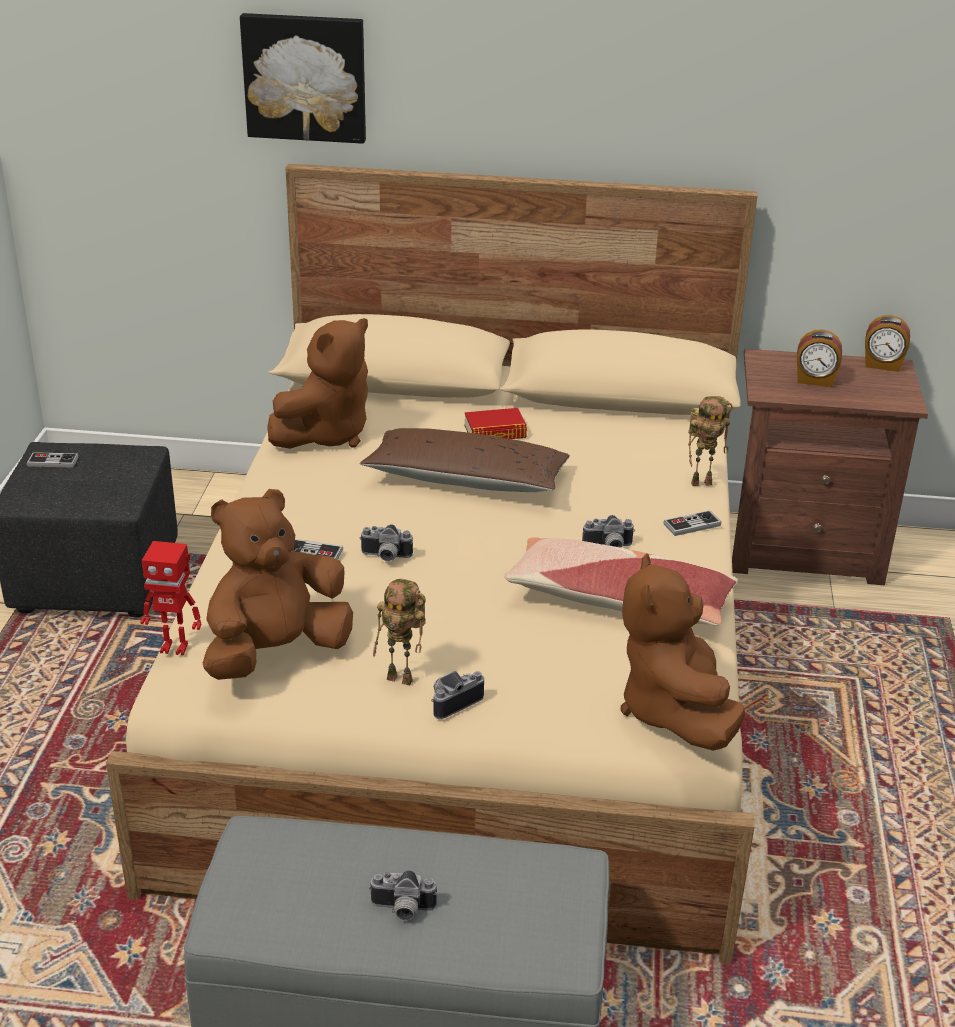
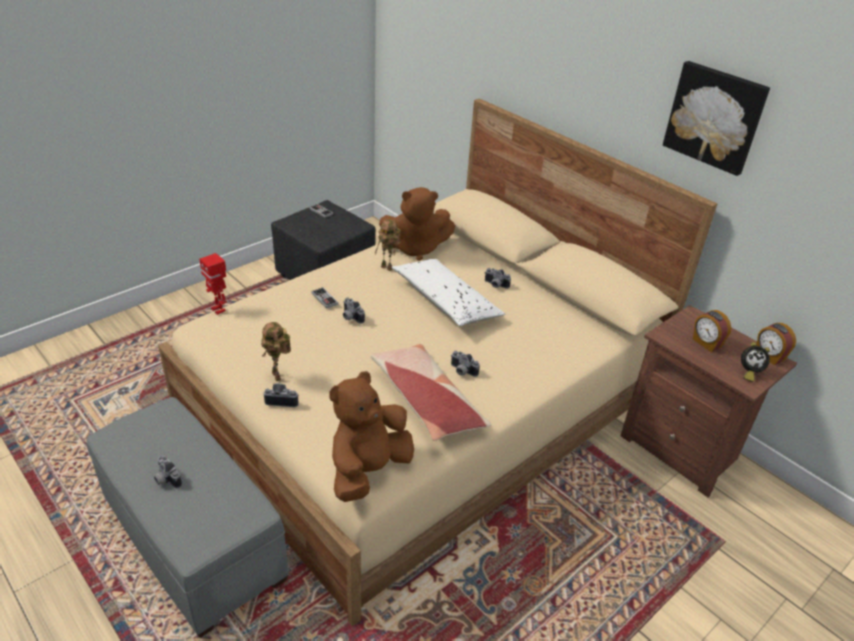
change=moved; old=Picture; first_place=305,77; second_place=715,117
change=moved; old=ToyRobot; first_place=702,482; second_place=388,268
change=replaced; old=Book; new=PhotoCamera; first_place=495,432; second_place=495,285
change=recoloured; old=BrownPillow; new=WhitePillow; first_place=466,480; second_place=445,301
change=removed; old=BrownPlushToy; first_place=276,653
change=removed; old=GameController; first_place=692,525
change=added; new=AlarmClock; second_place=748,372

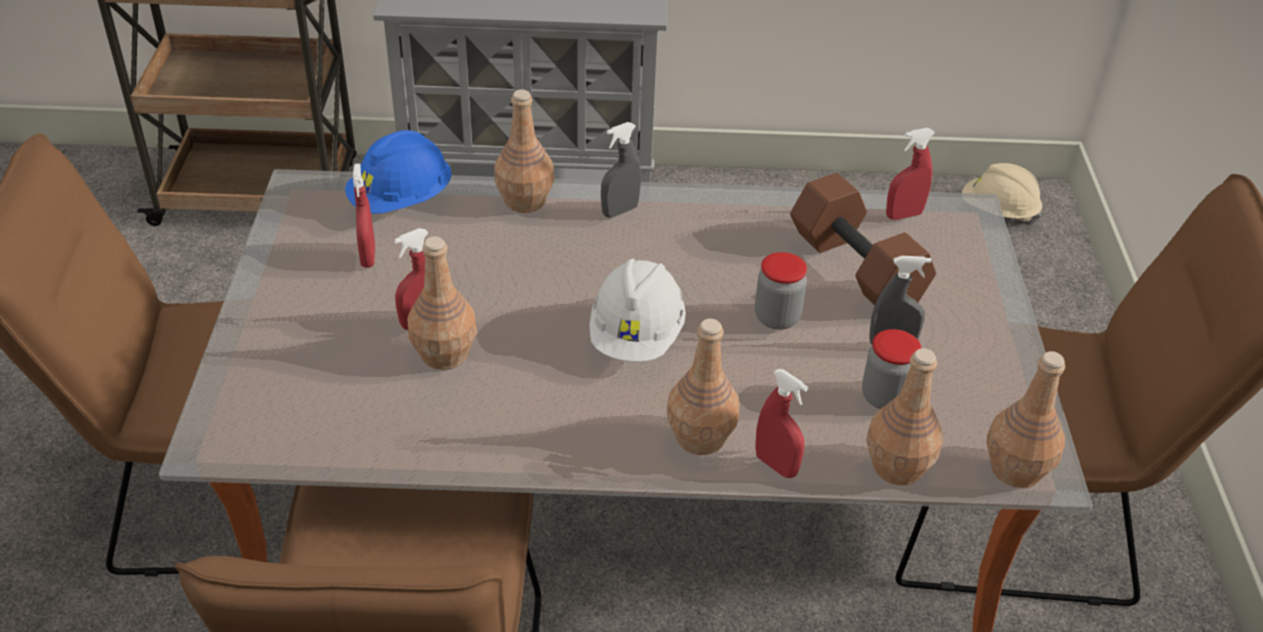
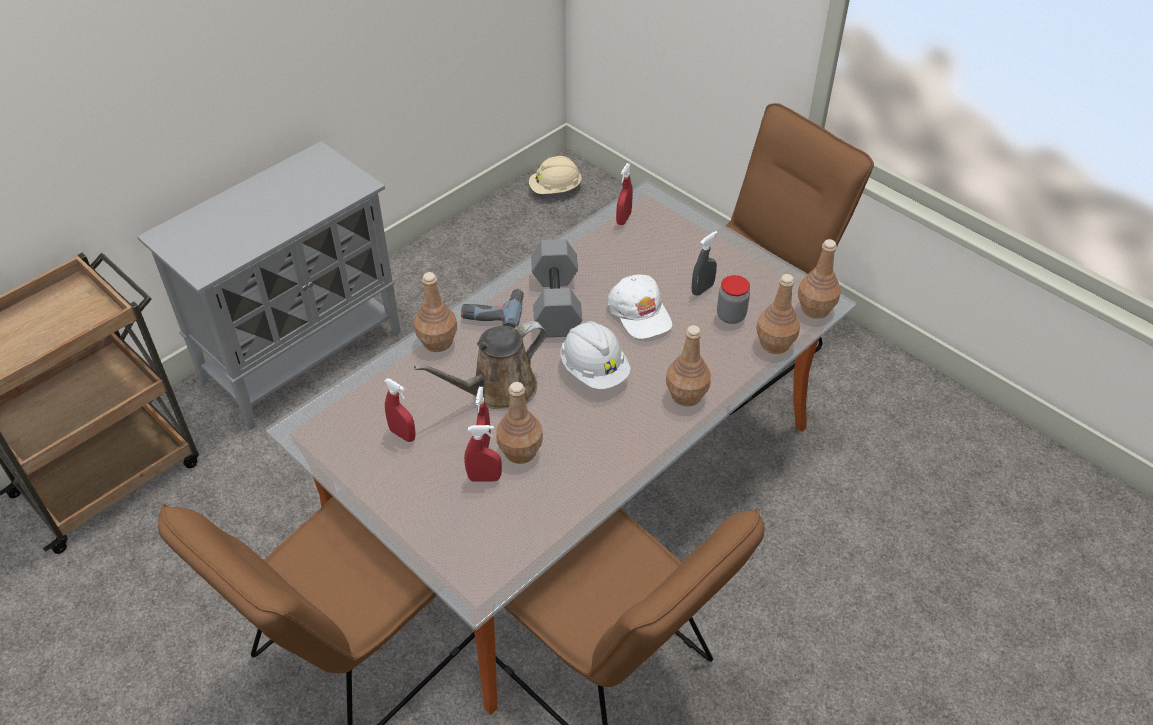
change=replaced; old=GreySprayBottle; new=PowerDrill; first_place=620,211; second_place=493,312
change=removed; old=BlueHardHat; first_place=401,200
change=removed; old=BrownDumbbell; first_place=859,268
change=replaced; old=Jar; new=WhiteCap; first_place=777,318; second_place=640,312
change=moved; old=RedSprayBottle; first_place=776,465; second_place=484,478
change=added; new=GreyDumbbell; second_place=557,304
change=added; new=BrownWateringCan; second_place=498,390

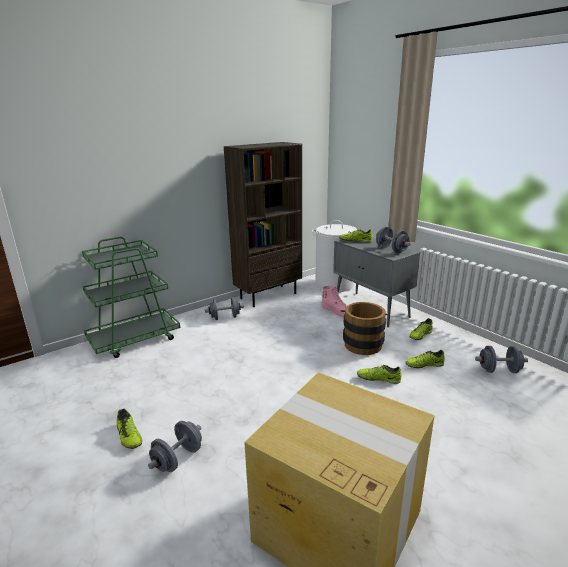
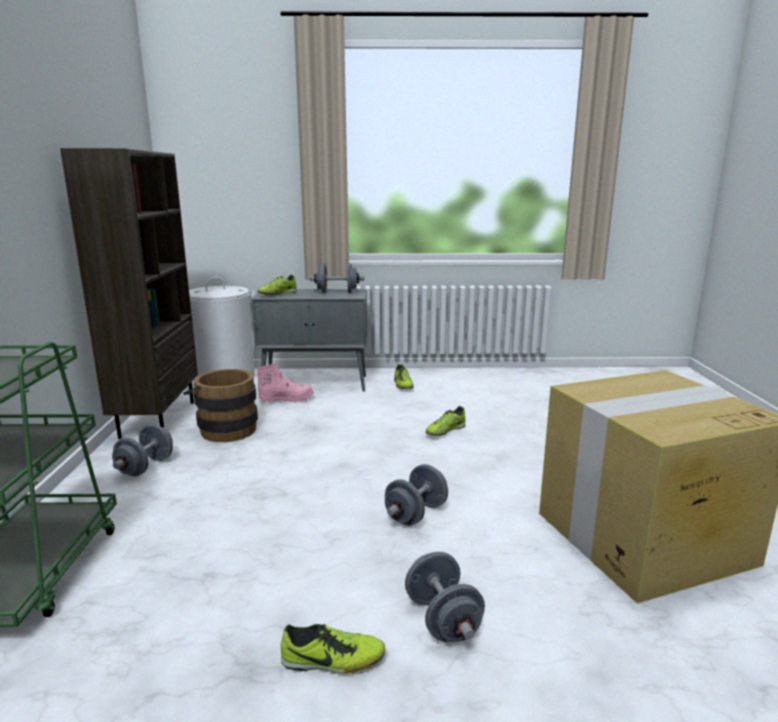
change=moved; old=BrownBucket; first_place=362,343; second_place=225,429
change=moved; old=GreyDumbbell; first_place=499,370; second_place=416,514
change=removed; old=Shoe; first_place=424,365

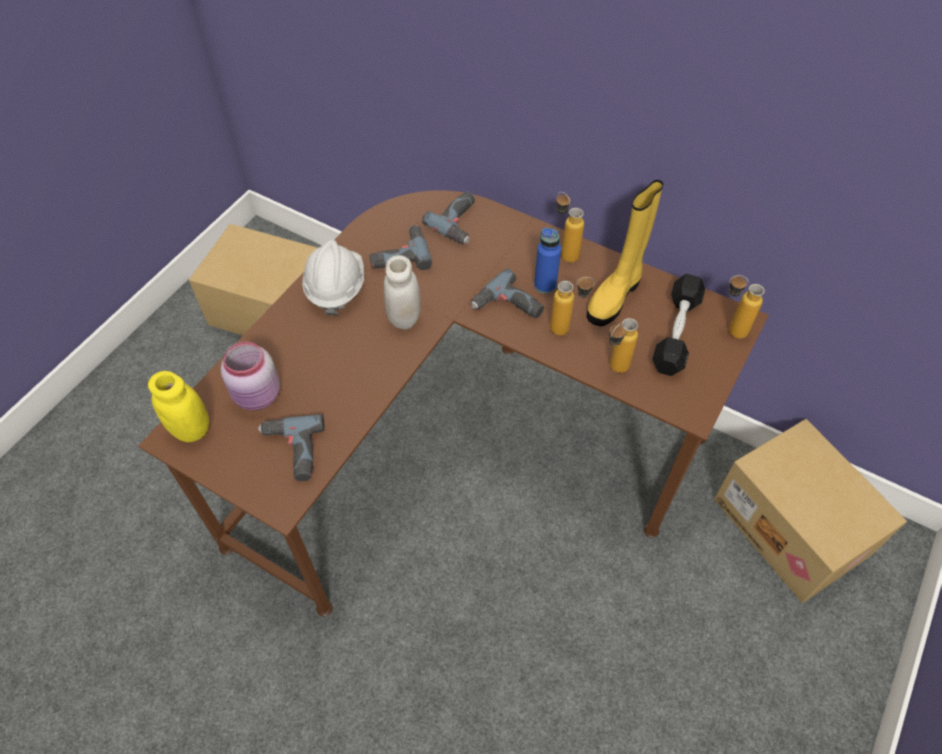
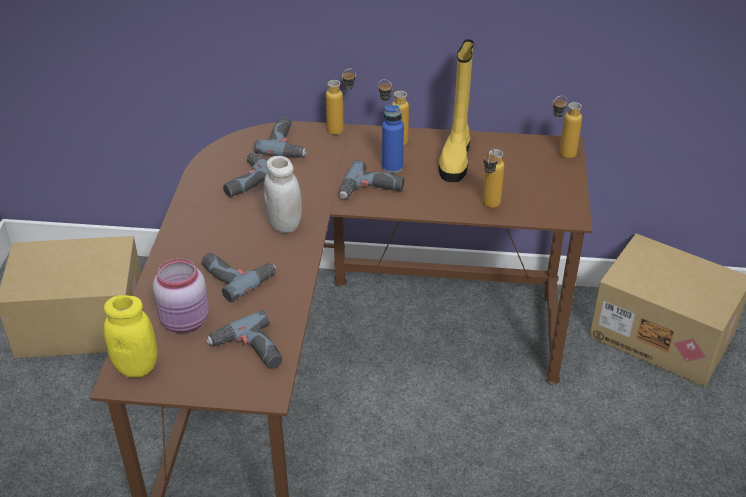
change=removed; old=WhiteHardHat; first_place=335,288
change=removed; old=BlackDumbbell; first_place=676,332
change=moved; old=Bottle; first_place=567,329; second_place=341,129
change=added; new=PowerDrill; second_place=237,275

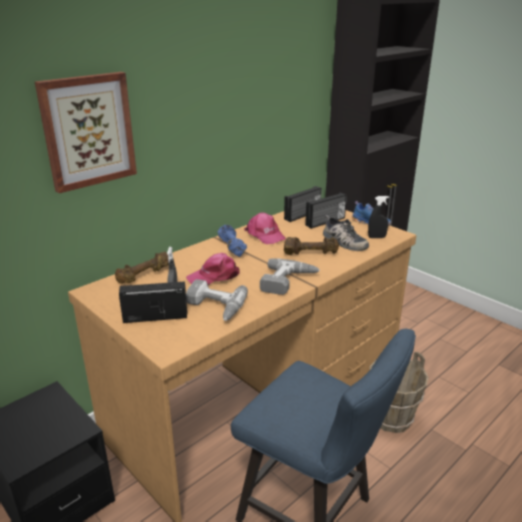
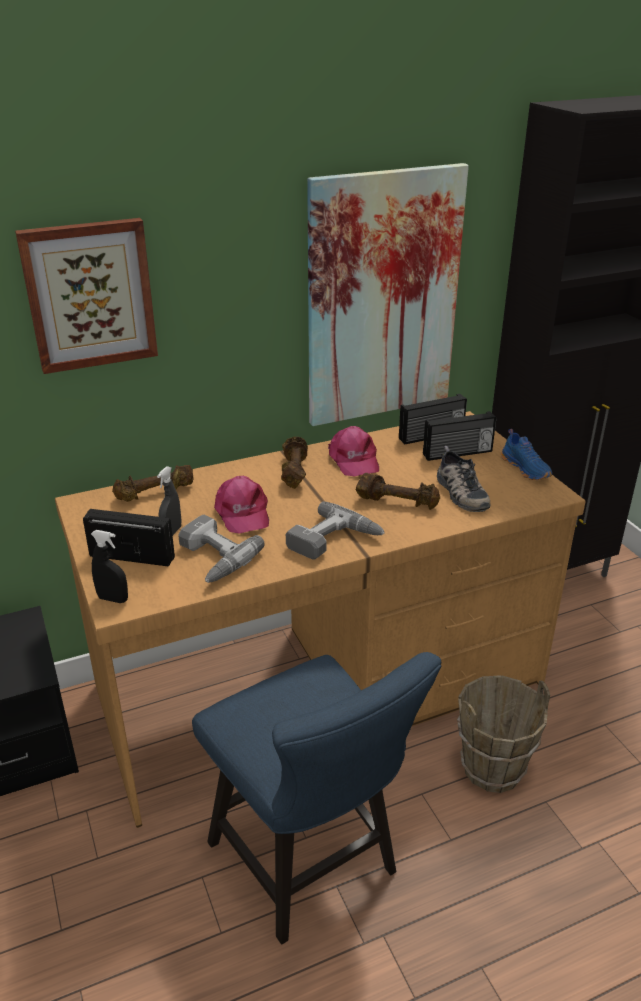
change=moved; old=BlackSprayBottle; first_place=376,237; second_place=113,599
change=recoloured; old=BlueDumbbell; new=BrownDumbbell; first_place=231,247; second_place=294,472
change=turned; old=PinkCap; first_place=214,276; second_place=242,513; degrees=-105
change=added; new=Picture; second_place=382,298

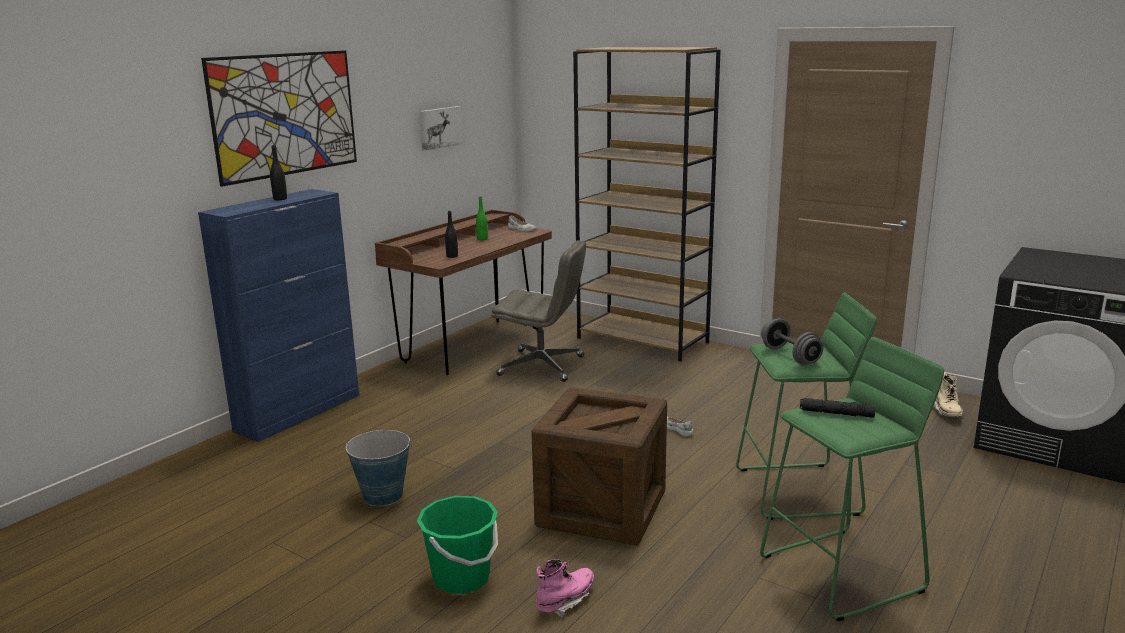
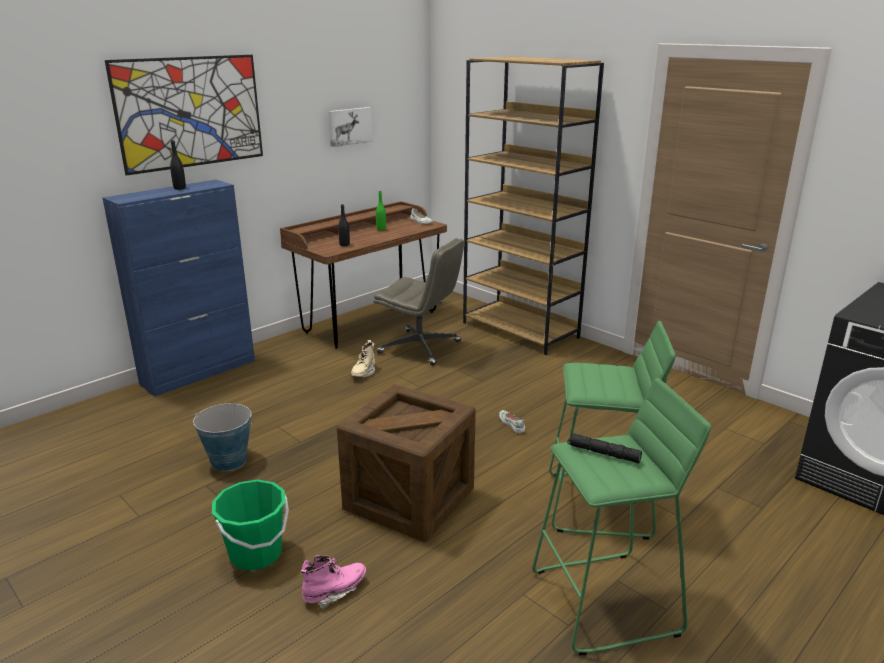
change=removed; old=GreyDumbbell; first_place=790,356
change=moved; old=BeigeBoot; first_place=947,413; second_place=363,373

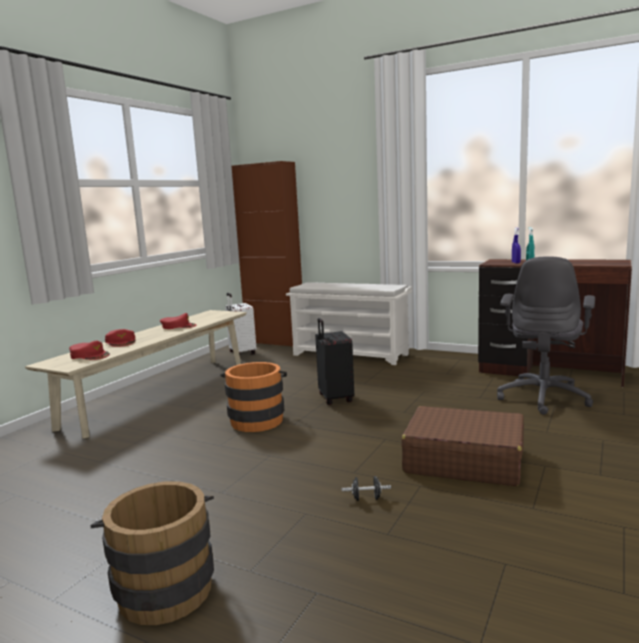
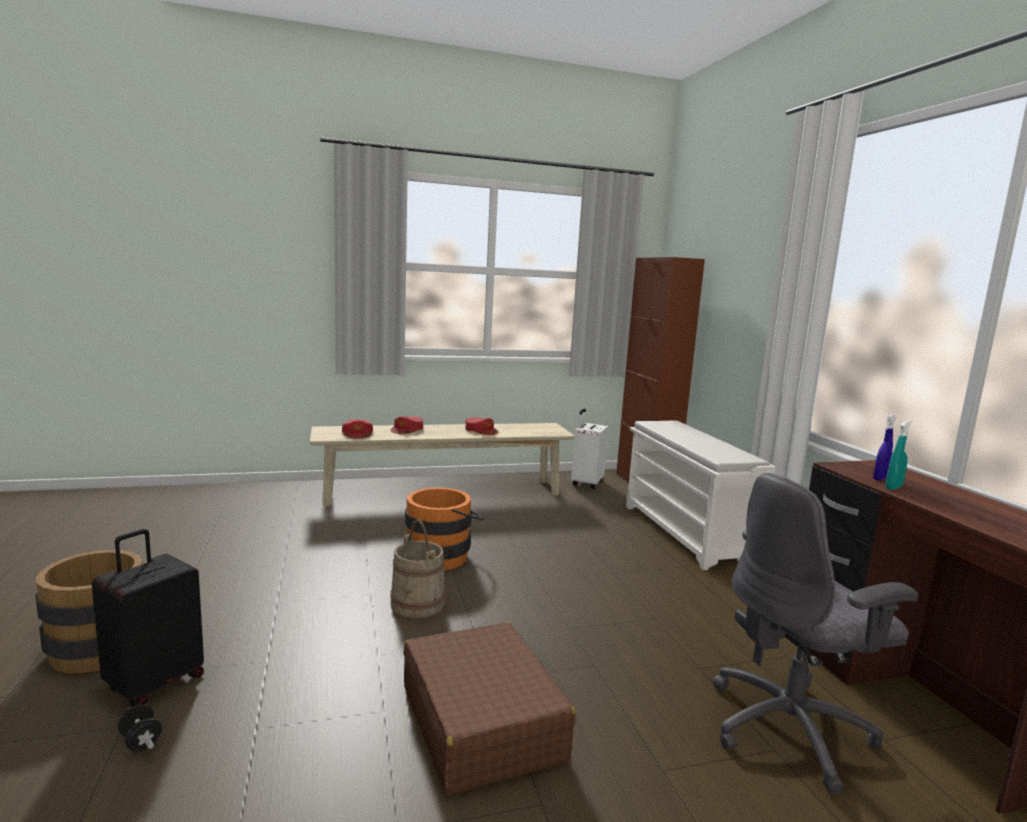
change=moved; old=BlackSuitcase; first_place=334,399; second_place=155,683
change=moved; old=BlackDumbbell; first_place=366,498; second_place=140,741
change=added; new=BeigeBucket; second_place=418,603

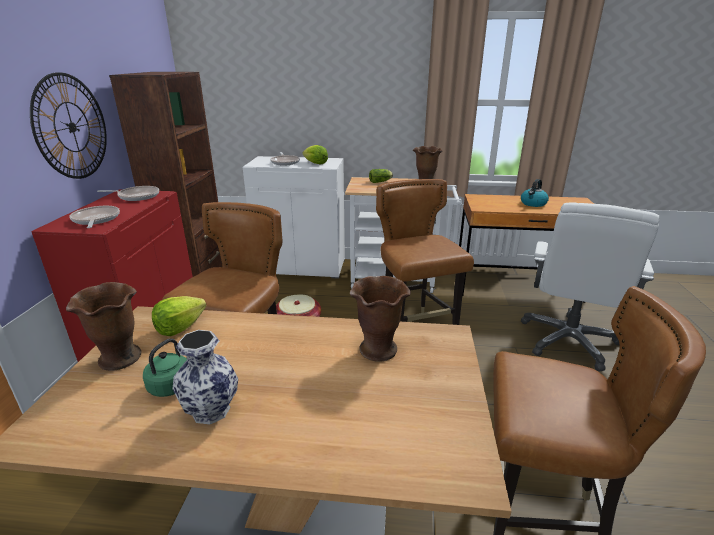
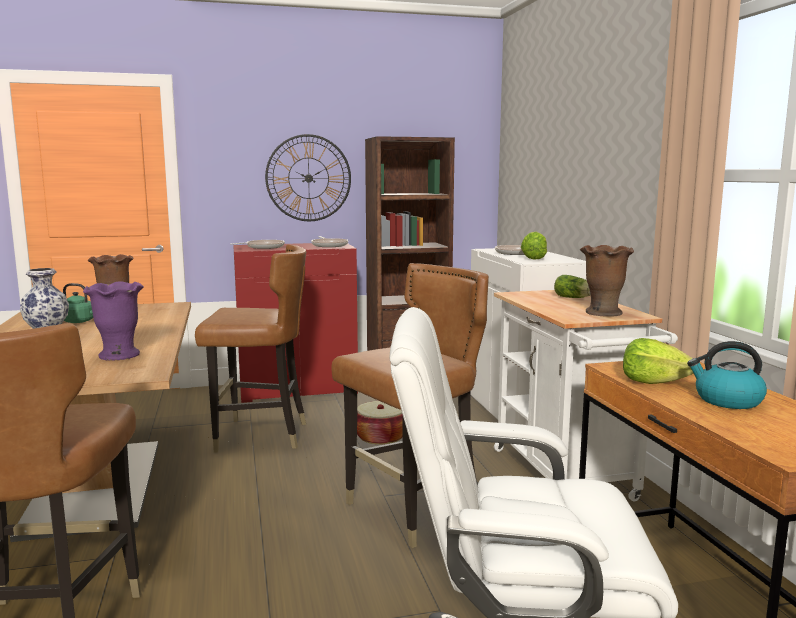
change=recoloured; old=BrownVase; new=PurpleVase; first_place=378,350; second_place=119,355
change=moved; old=Lettuce; first_place=180,327; second_place=653,381

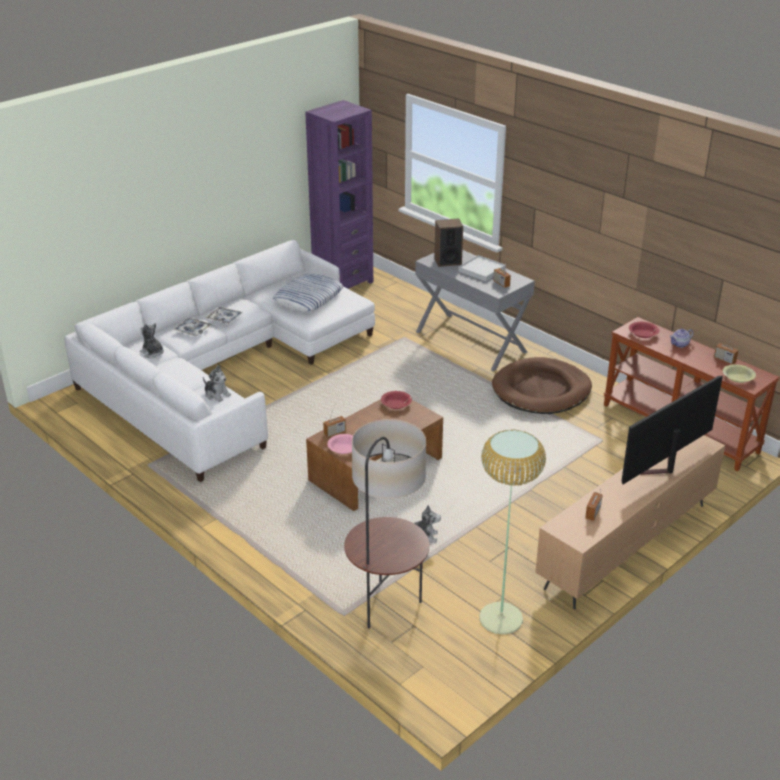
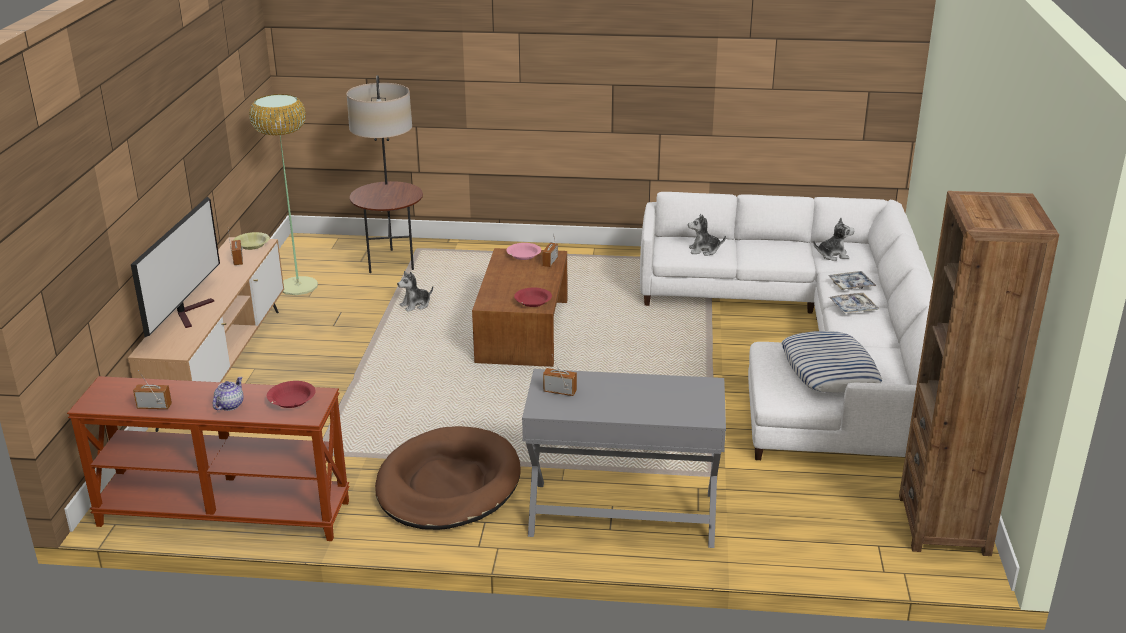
change=recoloured; old=PurpleBookcase; new=BrownBookcase; first_place=343,283; second_place=944,525
change=removed; old=Speaker; first_place=447,261
change=removed; old=WhiteTray; first_place=481,270
change=moved; old=YellowBowl; first_place=738,378; second_place=252,245

